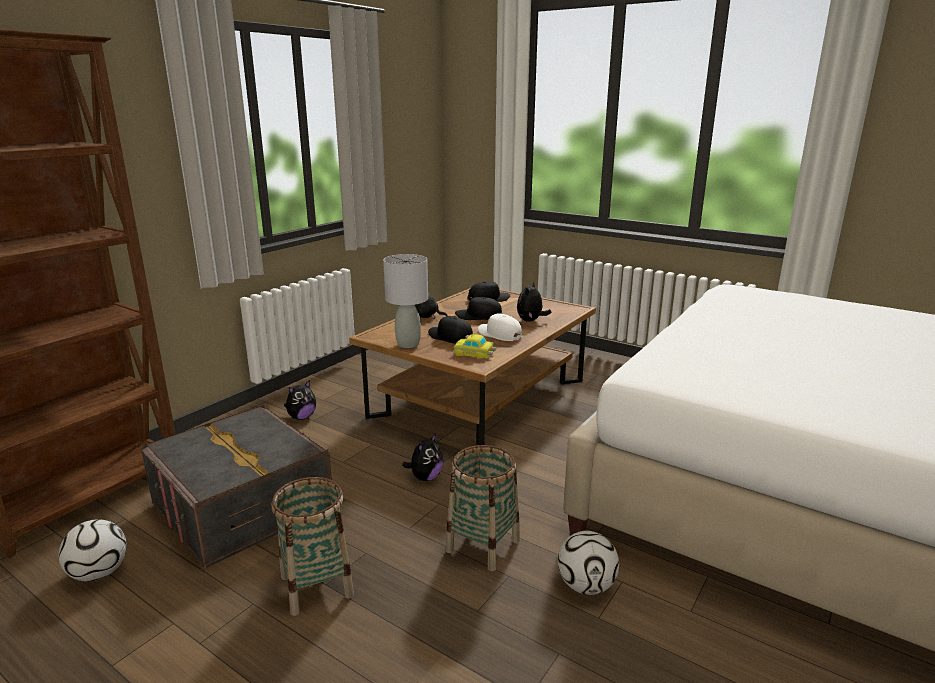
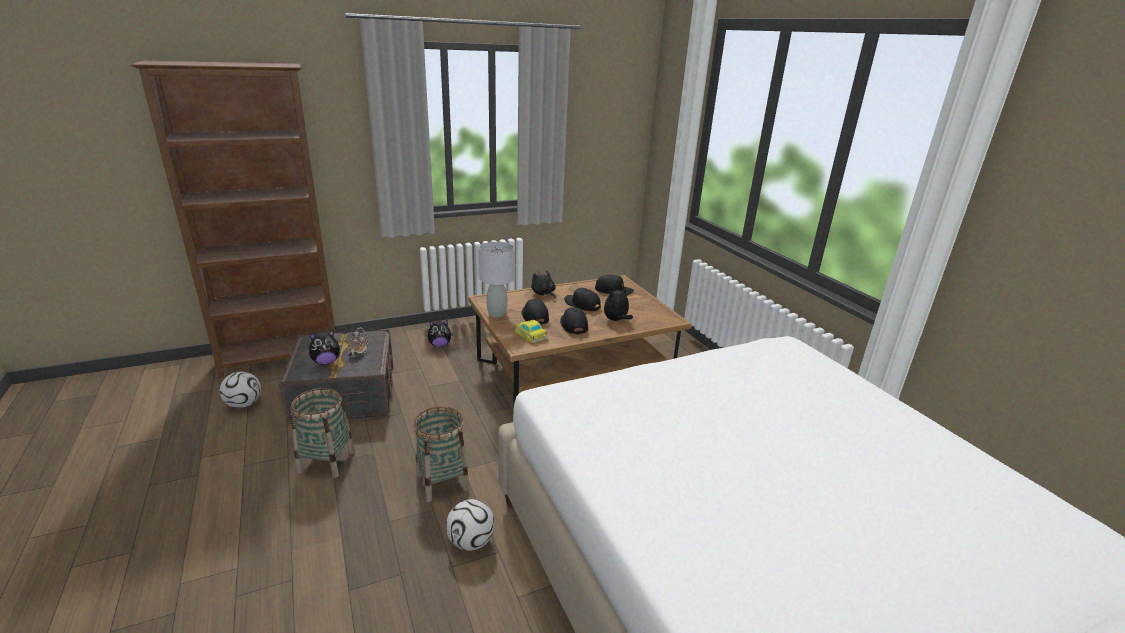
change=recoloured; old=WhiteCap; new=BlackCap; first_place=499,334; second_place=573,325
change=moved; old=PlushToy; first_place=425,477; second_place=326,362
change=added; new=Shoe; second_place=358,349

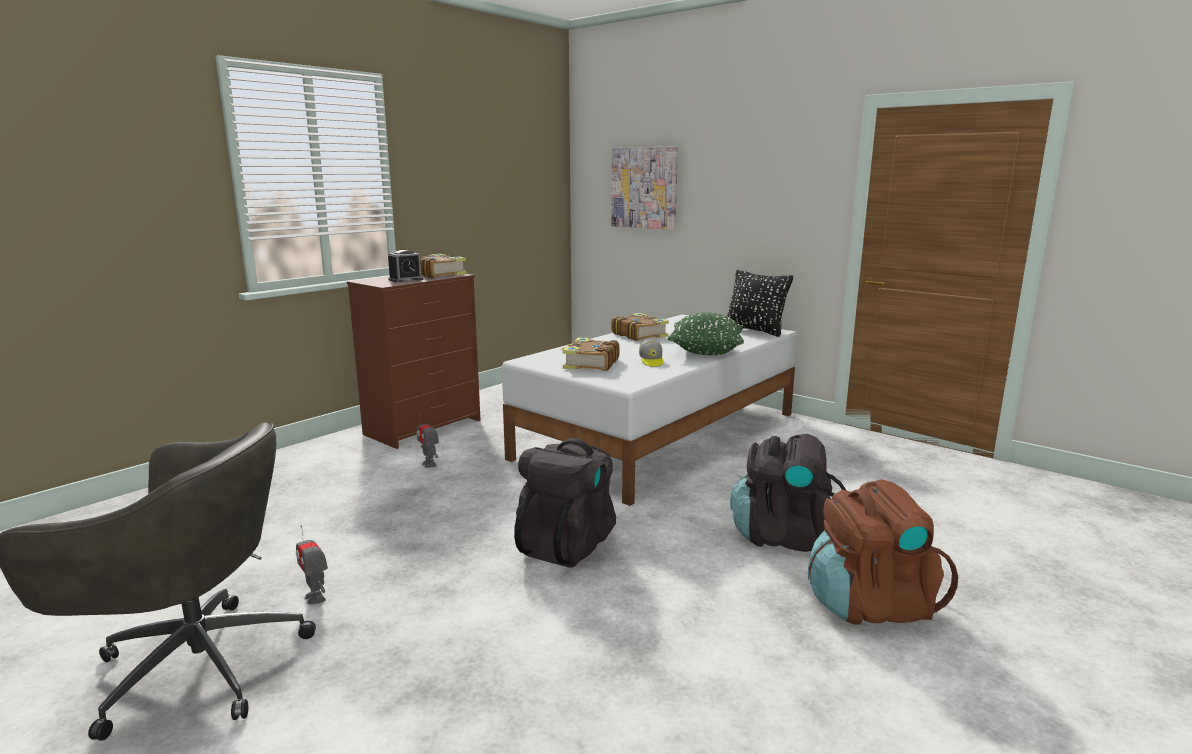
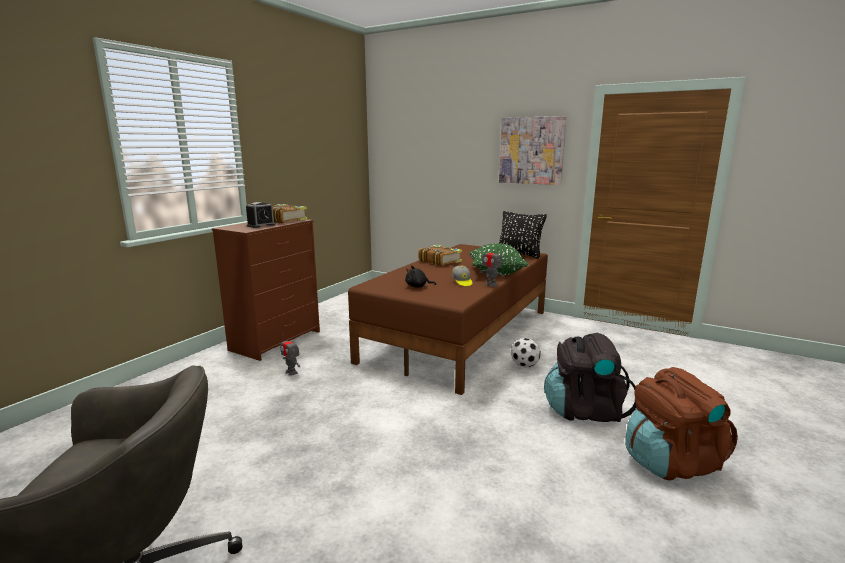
change=moved; old=Picture; first_place=644,188; second_place=531,150
change=recoloured; old=WhiteBed; new=BrownBed; first_place=661,435; second_place=461,335
change=replaced; old=Book; new=BlackPlushToy; first_place=590,364; second_place=418,286
change=removed; old=BlackBackpack; first_place=567,544
change=moved; old=ToyRobot; first_place=316,597; second_place=491,284
change=added; new=Football; second_place=524,365

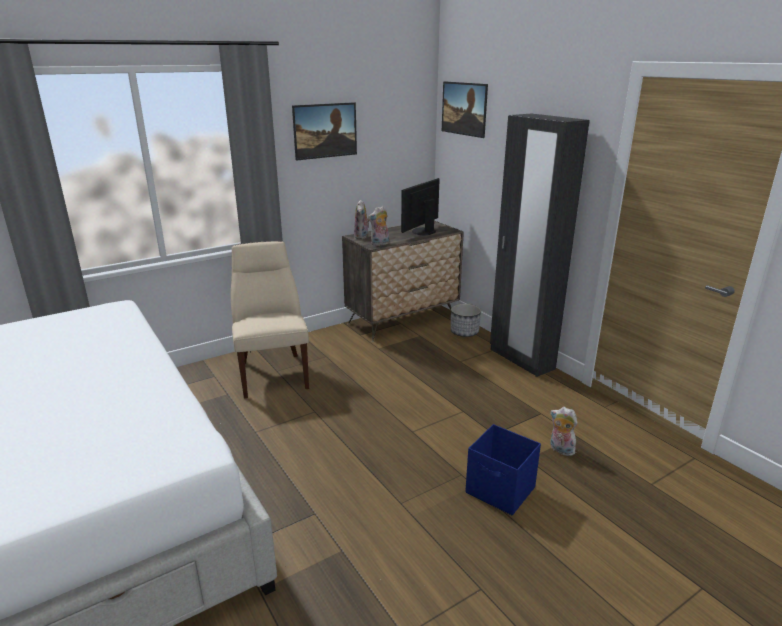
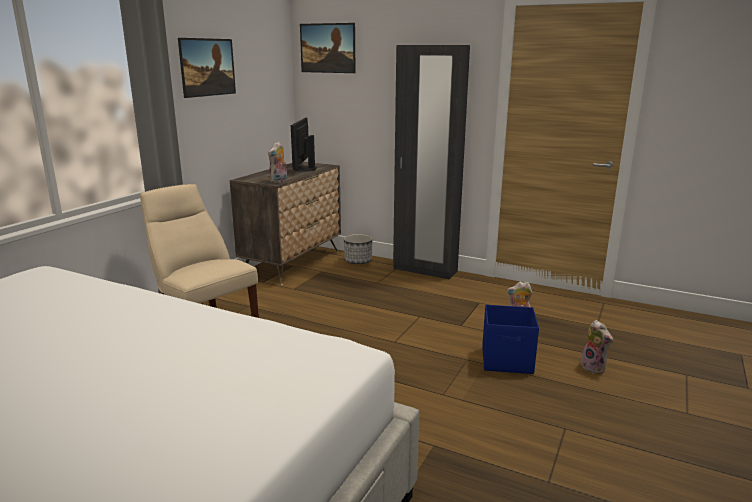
change=moved; old=PlushToy; first_place=362,237; second_place=594,368

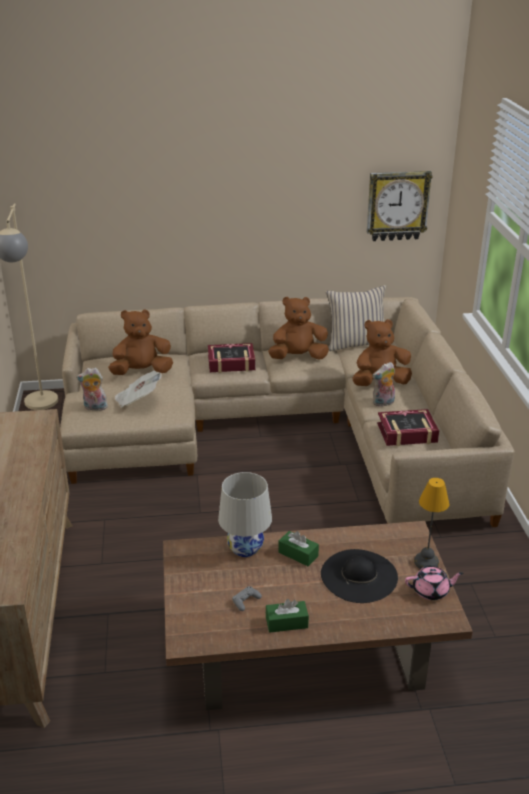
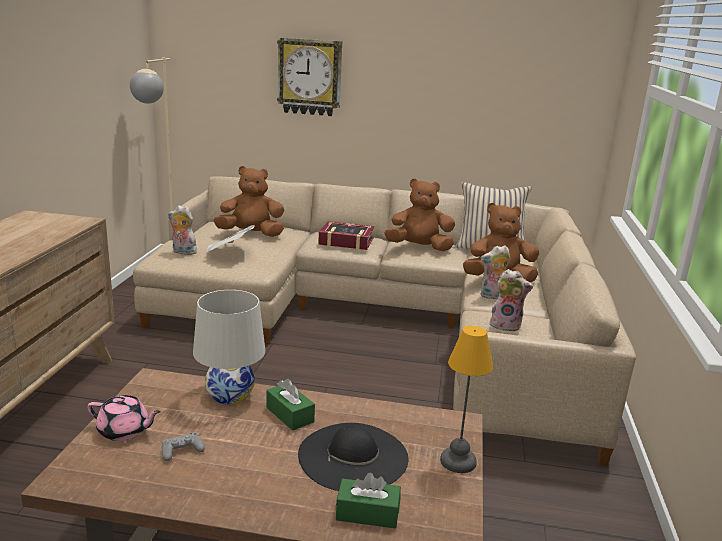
change=moved; old=WallClock; first_place=397,205; second_place=310,77
change=replaced; old=Book; new=PlushToy; first_place=407,433; second_place=506,325
change=moved; old=PinkTeapot; first_place=431,591; second_place=124,431
change=moved; old=GreenTissueBox; first_place=286,622; second_place=367,513

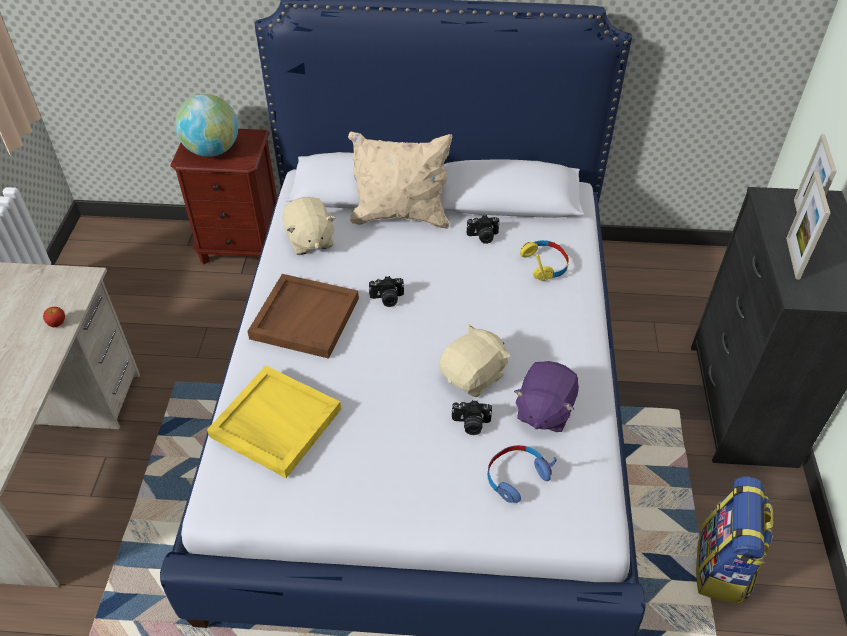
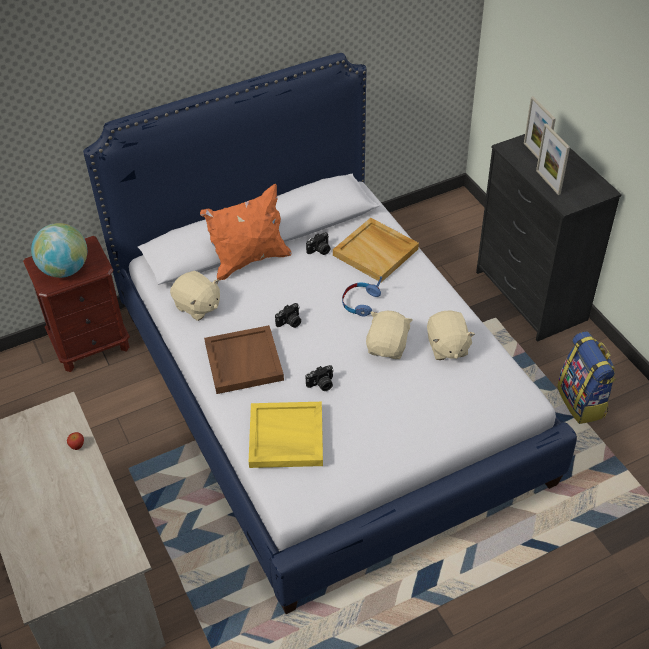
change=recoloured; old=BeigePillow; new=OrangePillow; first_place=400,216; second_place=249,260
change=replaced; old=YellowHeadphones; new=BeigeTray; first_place=545,264; second_place=376,252
change=recoloured; old=PurplePlushToy; new=BeigePlushToy; first_place=544,410; second_place=447,347
change=moved; old=PhotoCamera; first_place=471,424; second_place=321,384
change=moved; old=BlueHeadphones; first_place=516,476; second_place=360,302

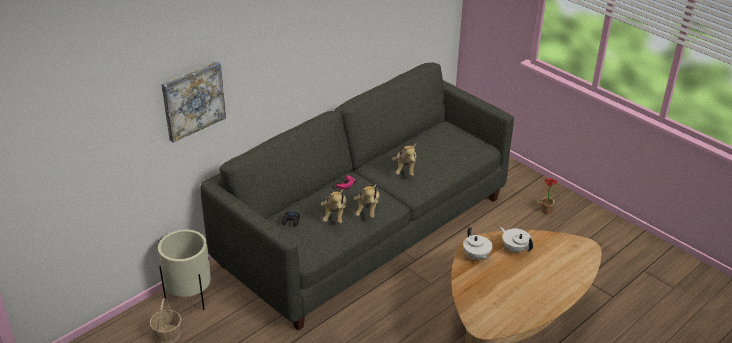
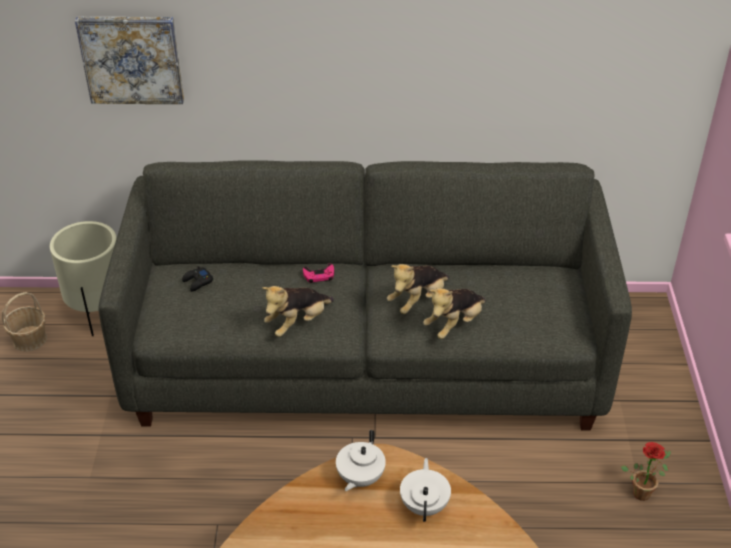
change=moved; old=PlushToy; first_place=335,214; second_place=454,324

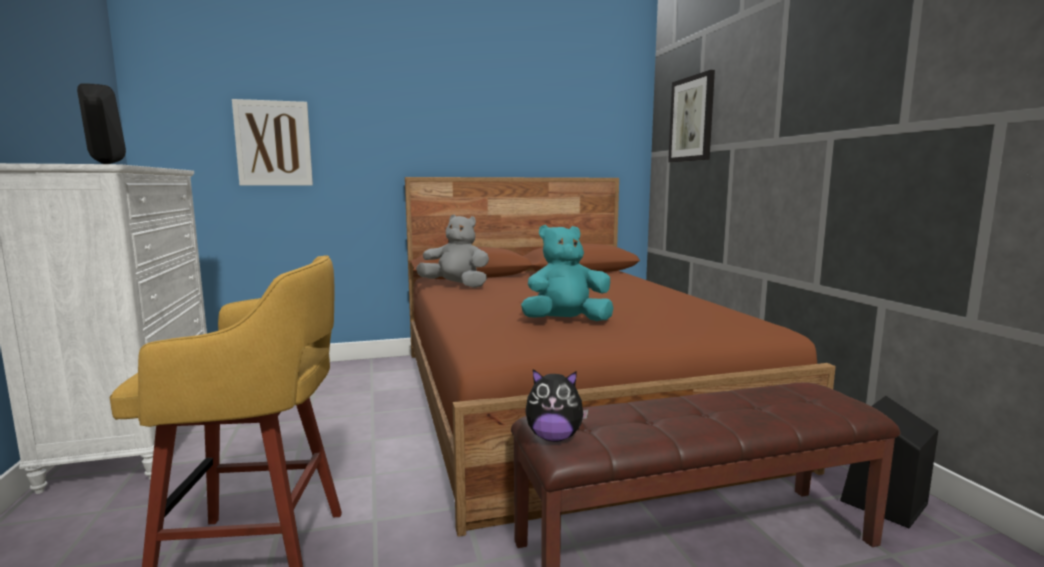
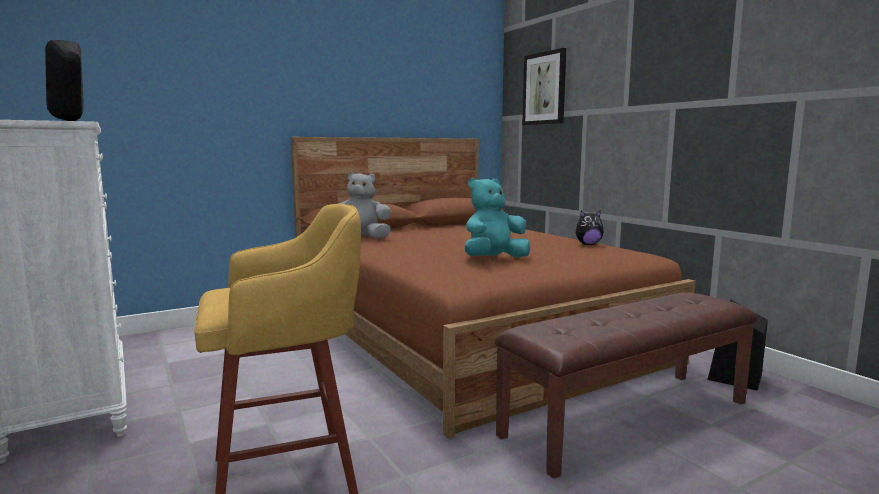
change=removed; old=Picture; first_place=273,143
change=moved; old=PlushToy; first_place=554,437; second_place=588,244

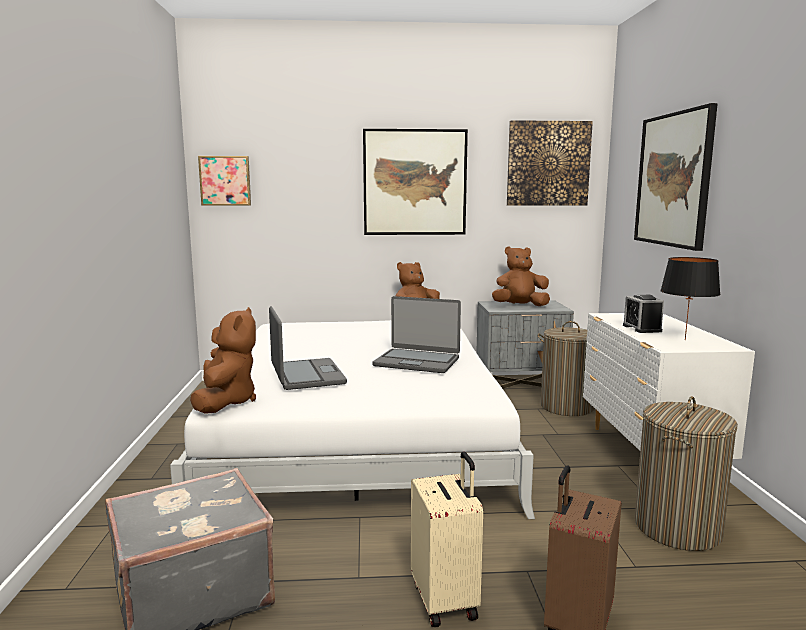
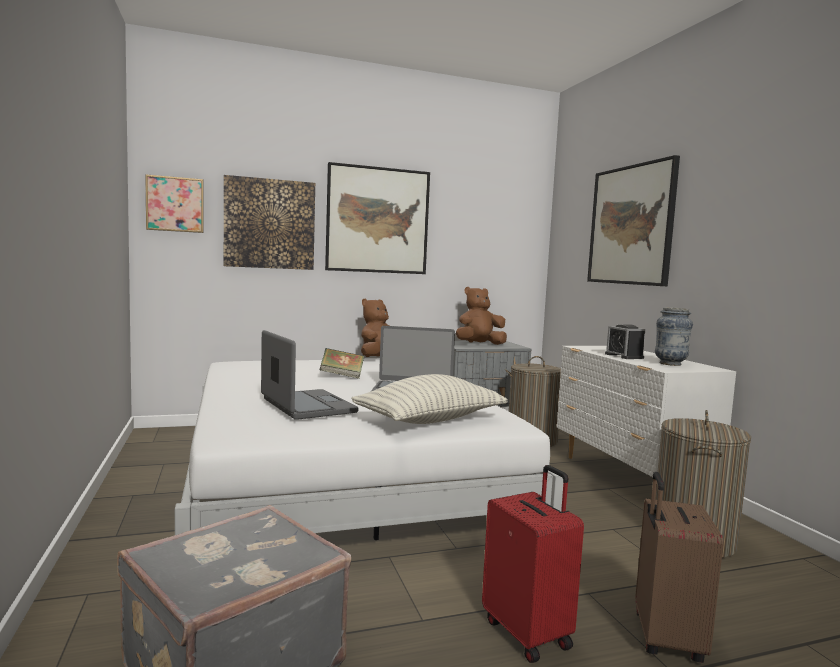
change=moved; old=Picture; first_place=548,163; second_place=269,224
change=replaced; old=BlackTableLamp; new=Vase; first_place=684,340; second_place=670,364
change=removed; old=BrownPlushToy; first_place=225,402
change=recoloured; old=BeigeSuitcase; new=RedSuitcase; first_place=446,600; second_place=528,633
change=added; new=Book; second_place=342,376
change=added; new=Pillow; second_place=430,420

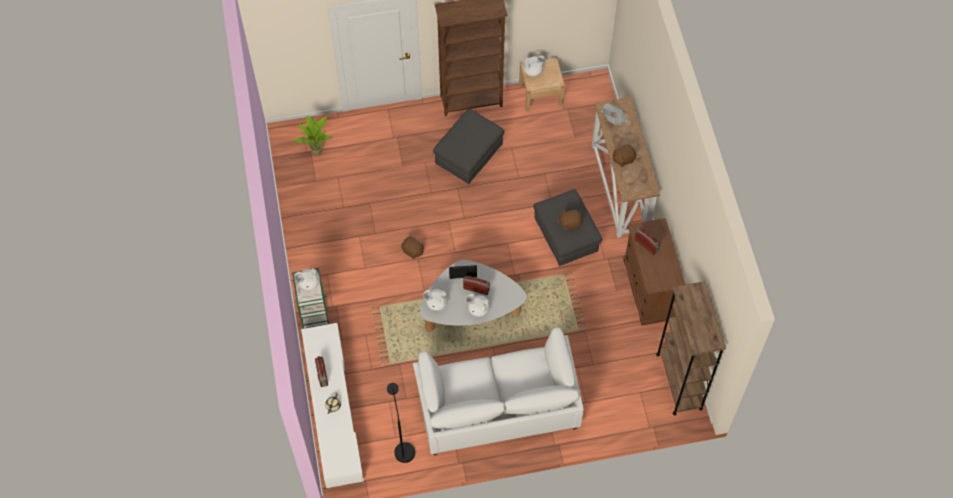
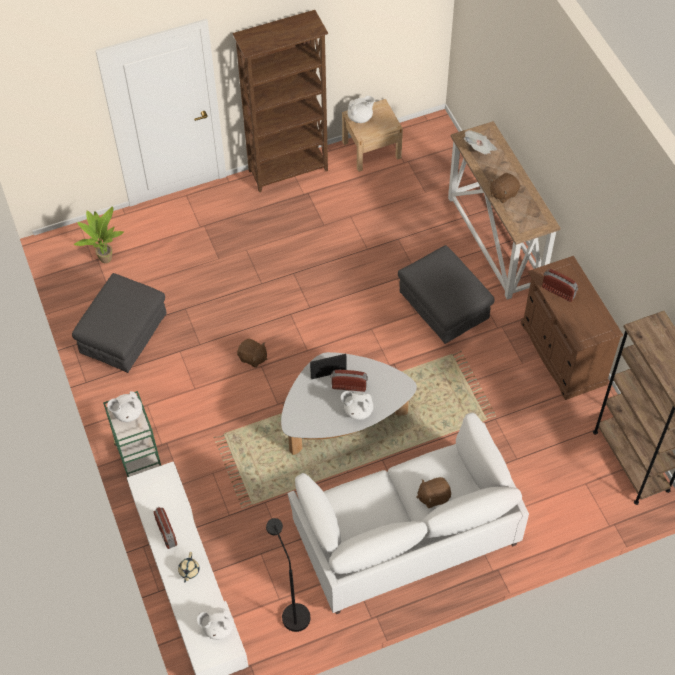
change=moved; old=GreyOttoman; first_place=468,158; second_place=125,340
change=moved; old=BrownPlushToy; first_place=570,223; second_place=433,497
change=moved; old=WhiteTeapot; first_place=436,303; second_place=217,627

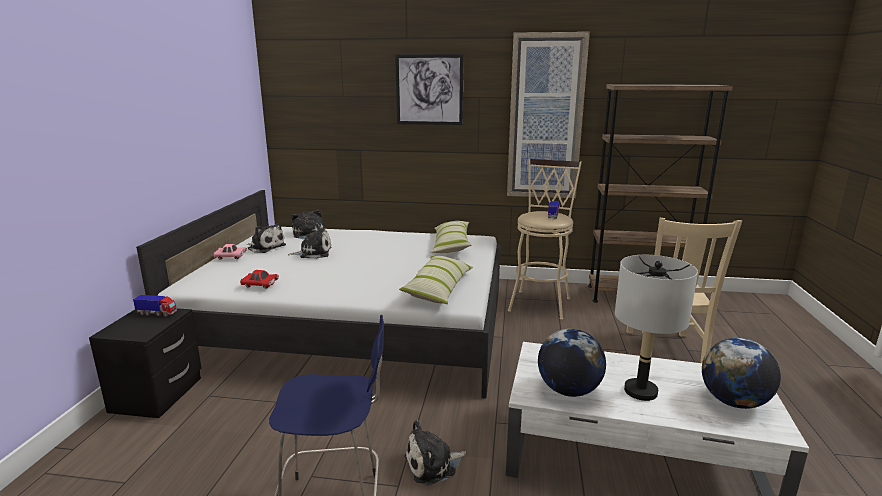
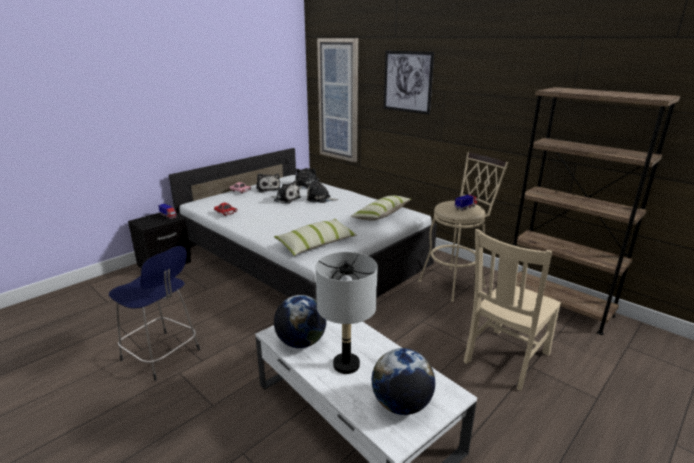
change=moved; old=Picture; first_place=545,118; second_place=338,100
change=moved; old=PlushToy; first_place=433,465; second_place=320,199

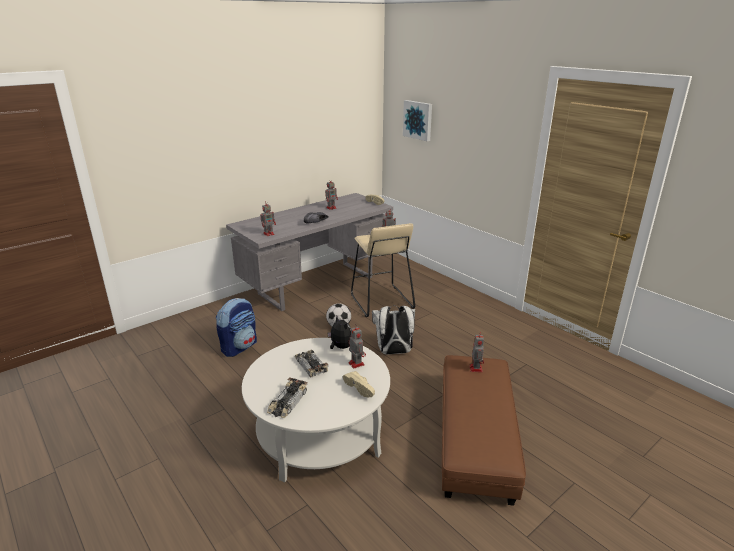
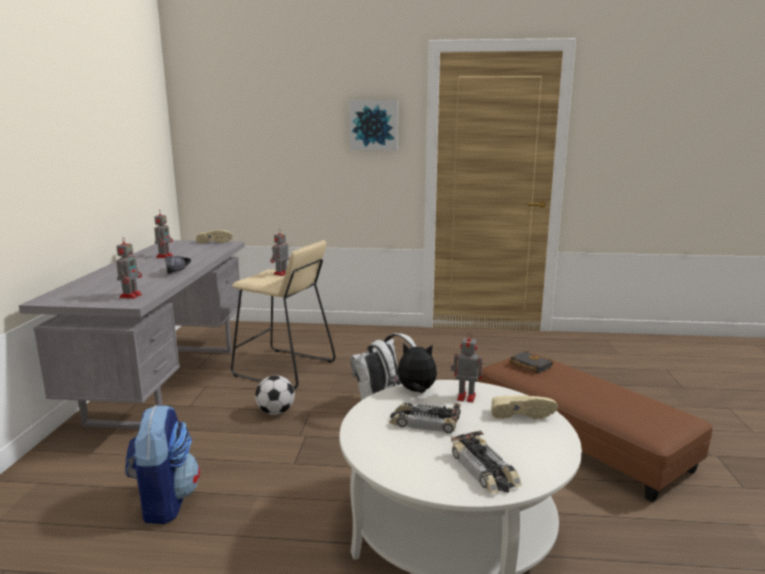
change=moved; old=Picture; first_place=418,120; second_place=374,125
change=replaced; old=ToyRobot; new=BlackBook; first_place=475,368; second_place=529,365

